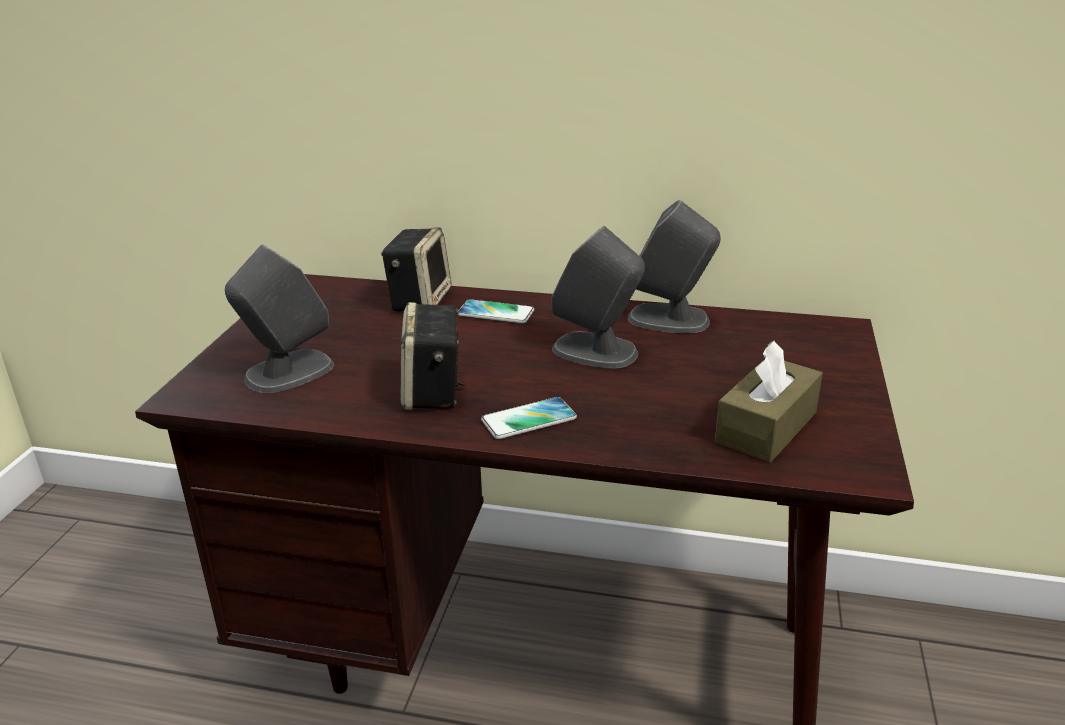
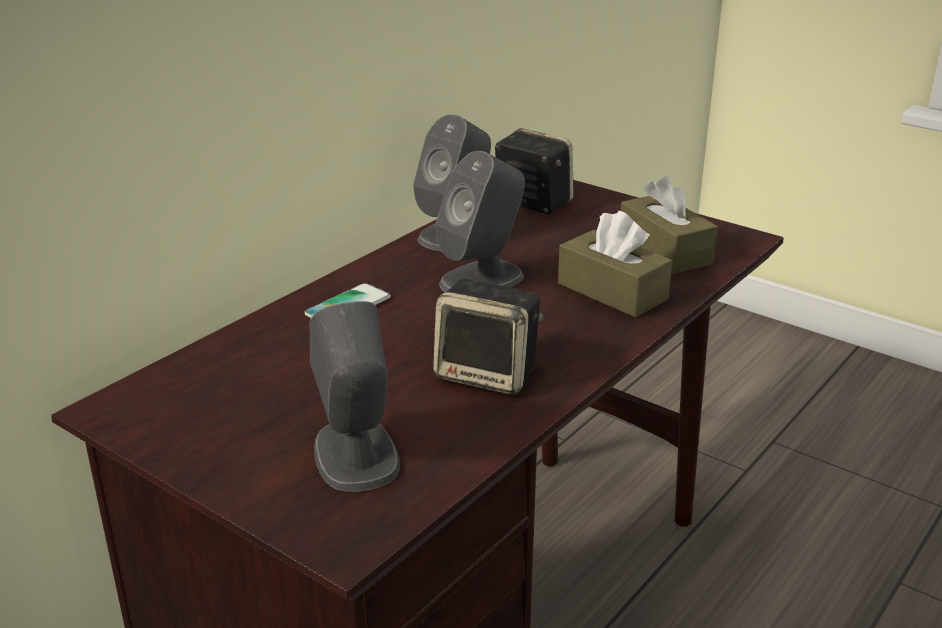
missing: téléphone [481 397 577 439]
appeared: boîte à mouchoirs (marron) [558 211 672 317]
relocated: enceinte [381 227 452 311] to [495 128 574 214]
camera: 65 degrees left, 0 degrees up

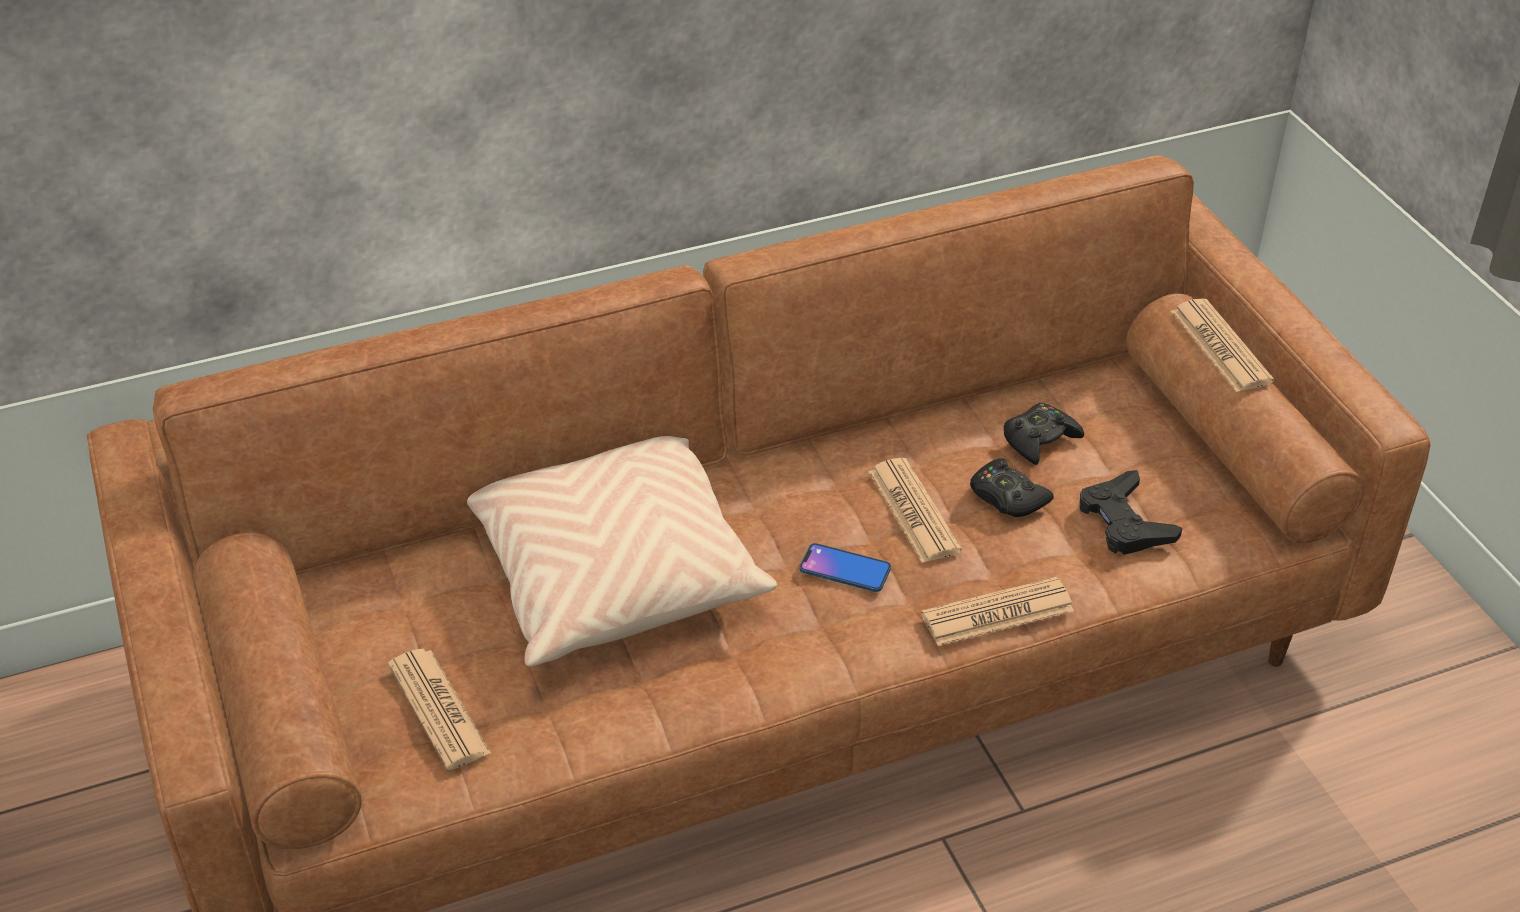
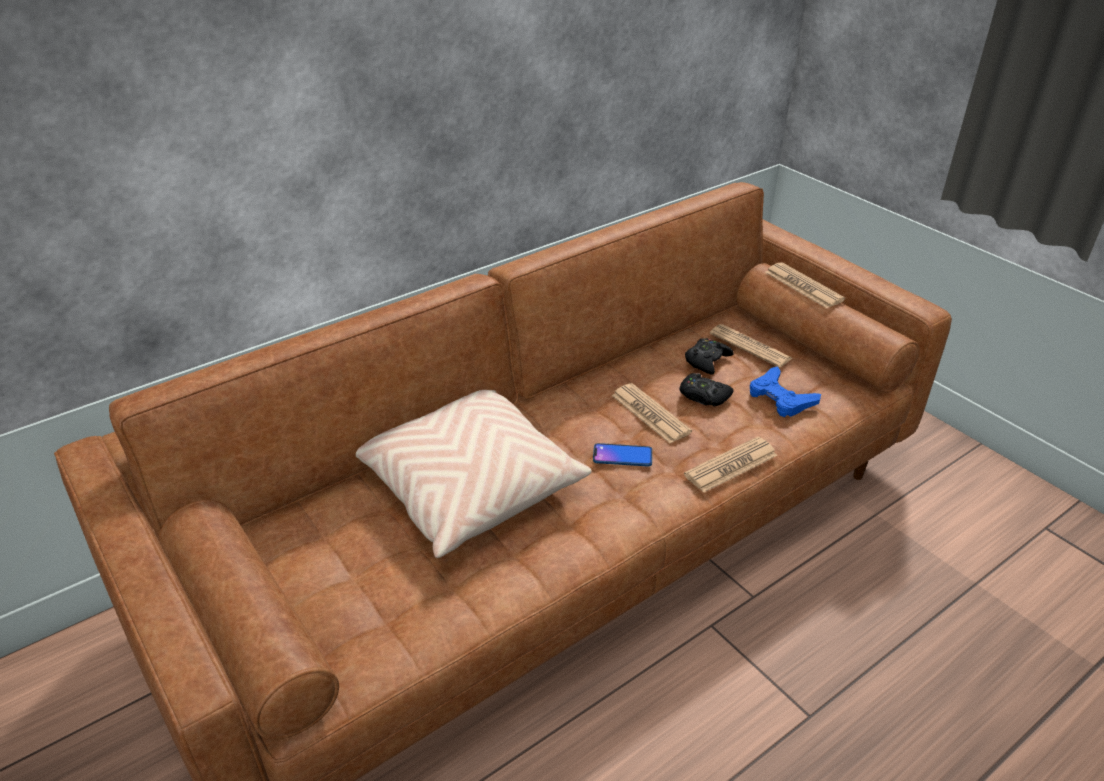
relocated: journal [388 649 491 770] to [710 324 793 368]
colour: manette (noir) [1079 470 1182 555] to manette (bleu) [750 366 821 417]
camera: 15 degrees left, 5 degrees down

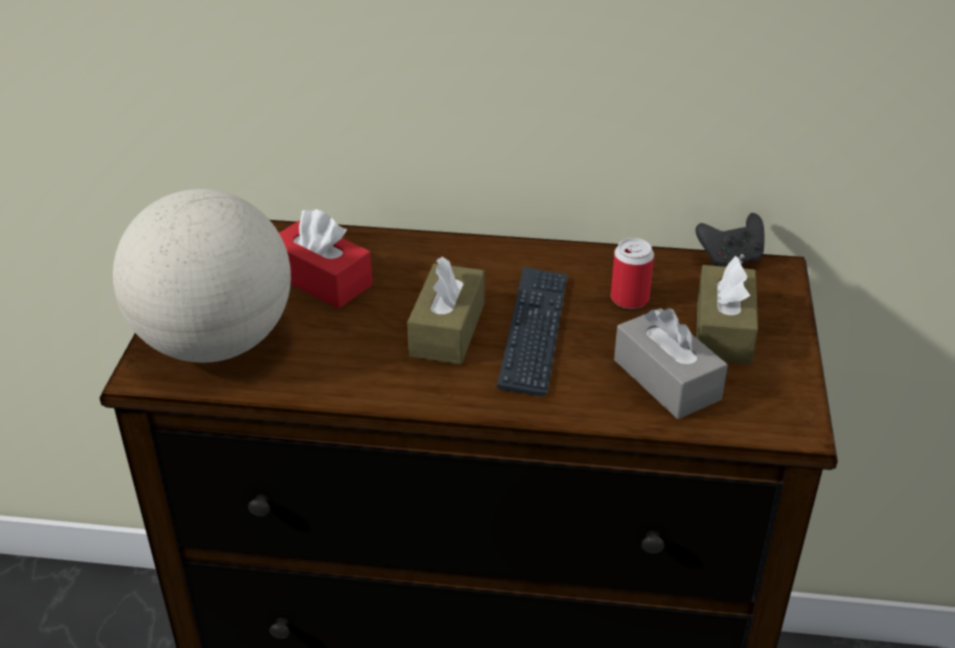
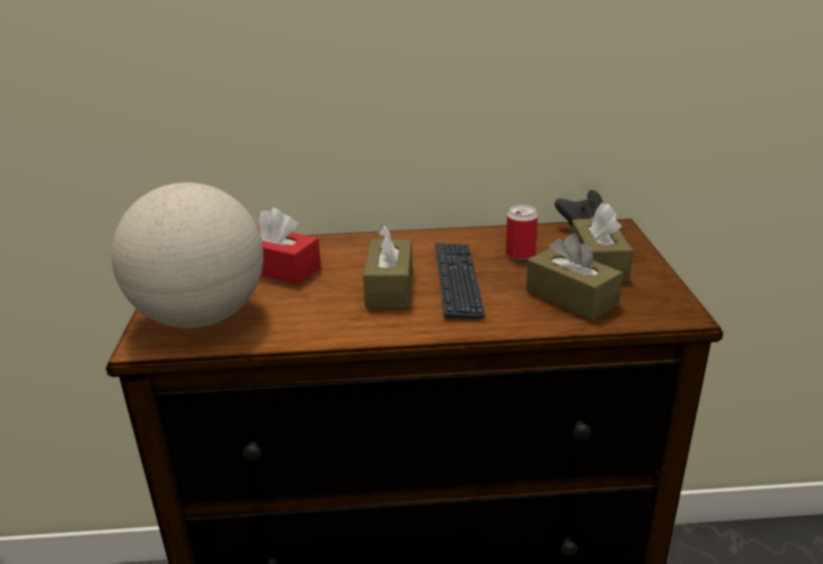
colour: boîte à mouchoirs (gris) [614 308 728 419] to boîte à mouchoirs (marron) [526 234 623 320]
camera: 10 degrees left, 10 degrees down

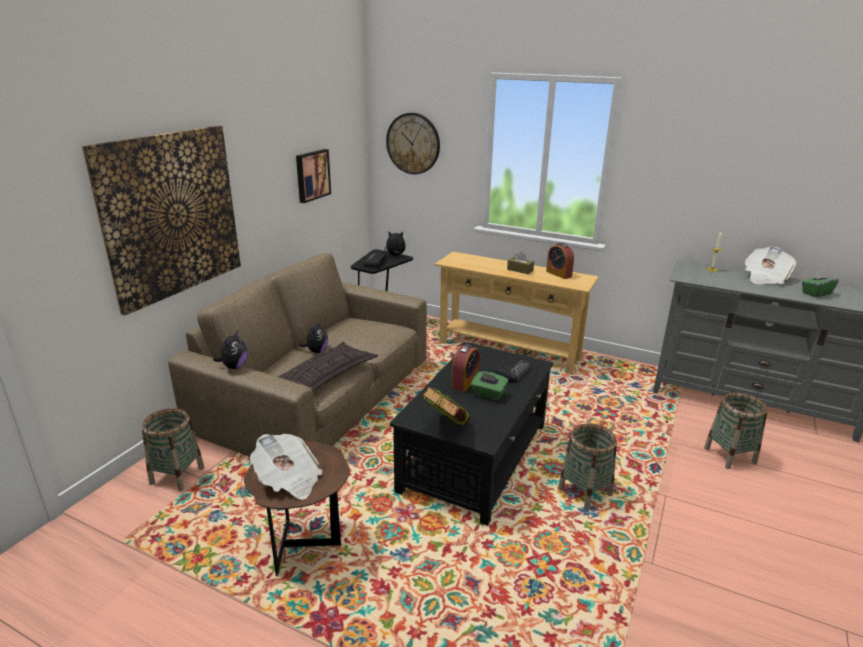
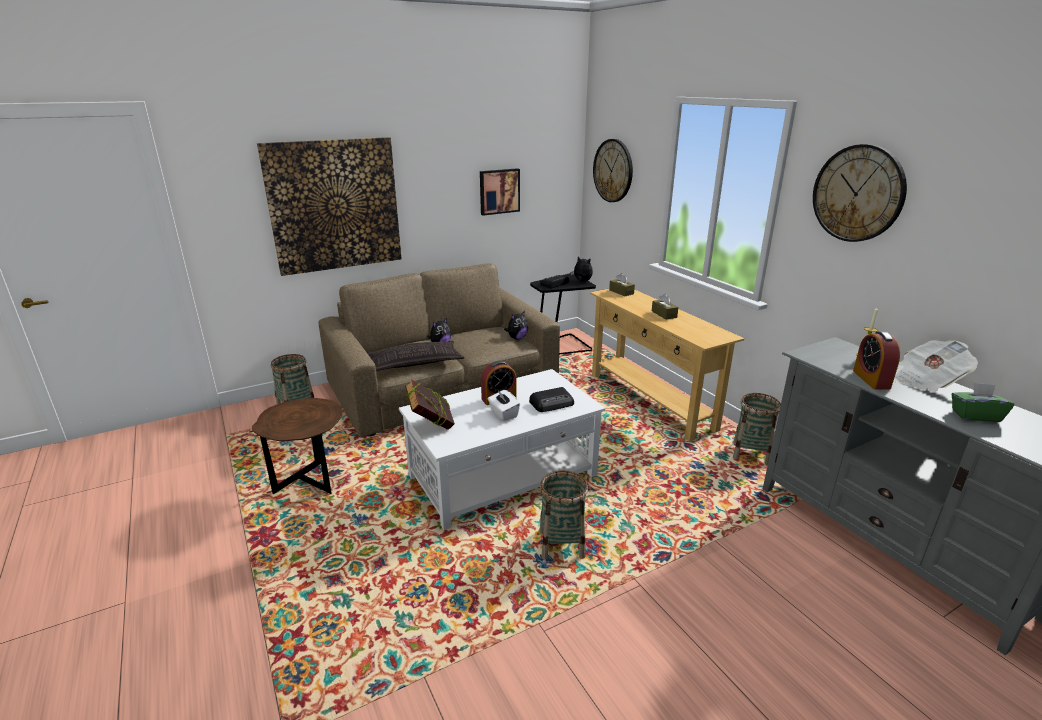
missing: journal [250 434 323 500]
appeared: boîte à mouchoirs (marron) [609 273 635 296]; horloge murale [813 144 907 242]
relocated: peluche [213 330 247 369] to [504 311 528 340]; panier [704 392 767 469] to [733 393 781 466]; réveil [546 243 574 279] to [853 332 900 389]
colour: table basse (noir) [390 343 554 526] to table basse (blanc) [399 369 605 530]; boîte à mouchoirs (vert) [471 371 508 401] to boîte à mouchoirs (blanc) [488 390 520 421]
camera: 35 degrees right, 0 degrees up

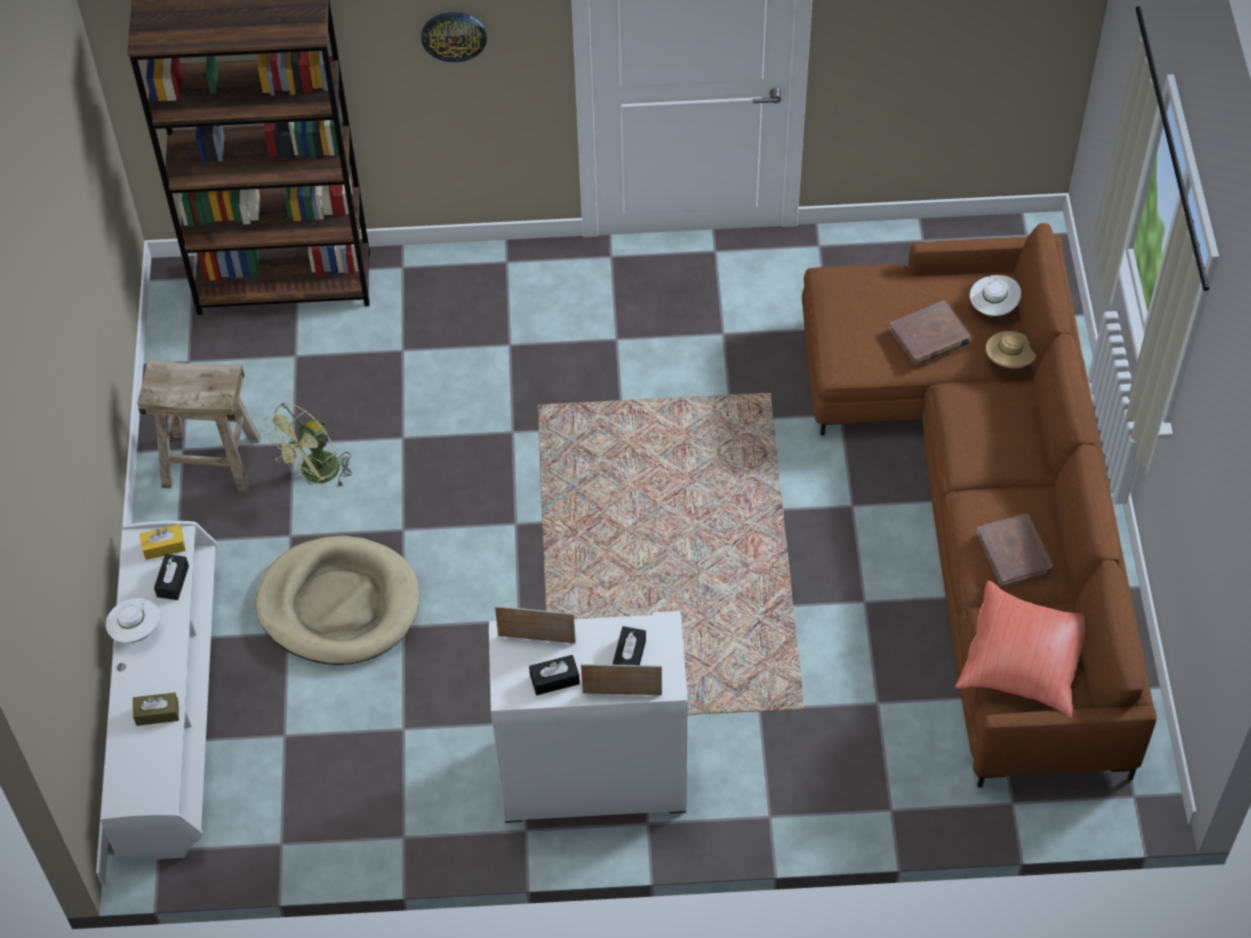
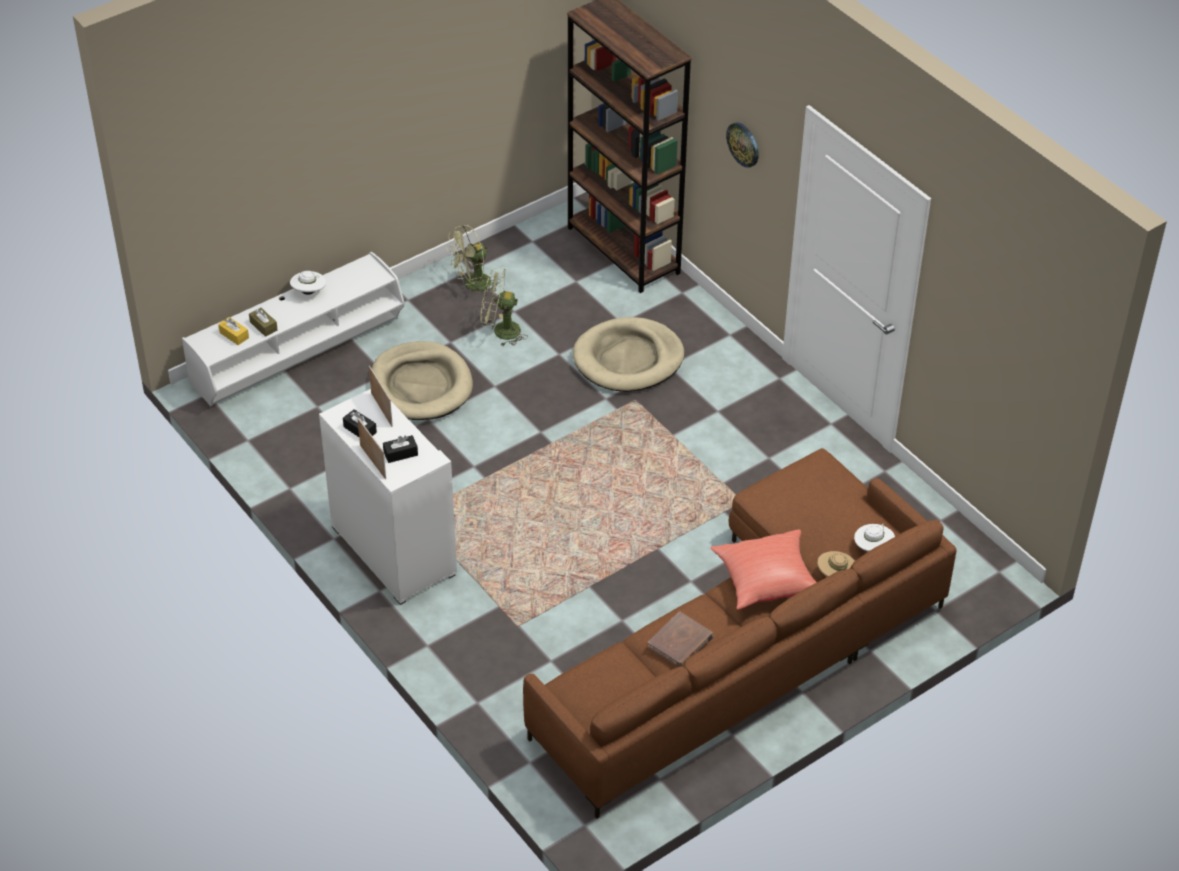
missing: boîte à mouchoirs (noir) [154 554 189 600]; livre (marron) [889 300 971 365]
appeared: panier pour chien (beige) [573 317 684 392]
relocated: boîte à mouchoirs (jaune) [139 524 186 560] to [218 317 249 345]; coussin (rouge) [955 581 1085 718] to [711 530 817 610]
exchanged: tabouret (beige) [137 359 261 493] to ventilateur (vert) [446 224 500 296]
camera: 55 degrees right, 10 degrees down

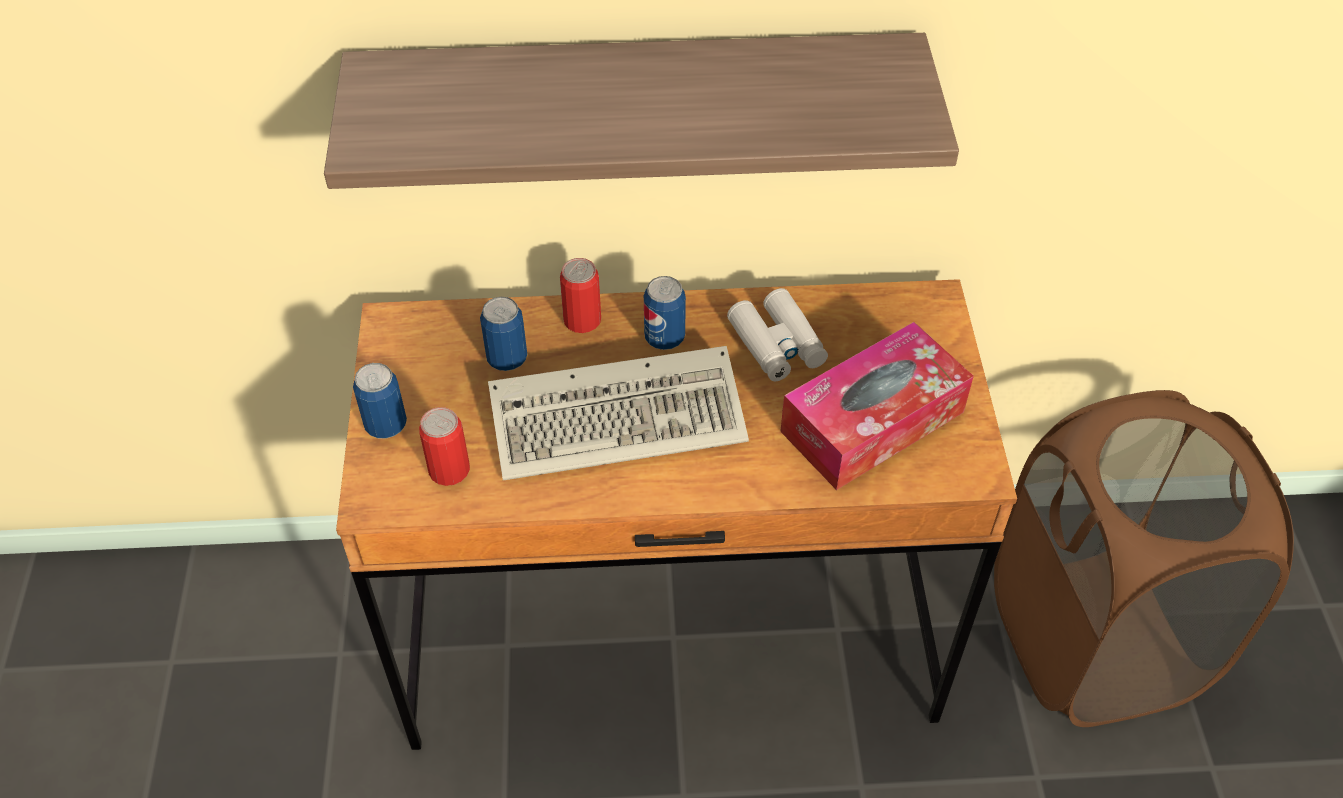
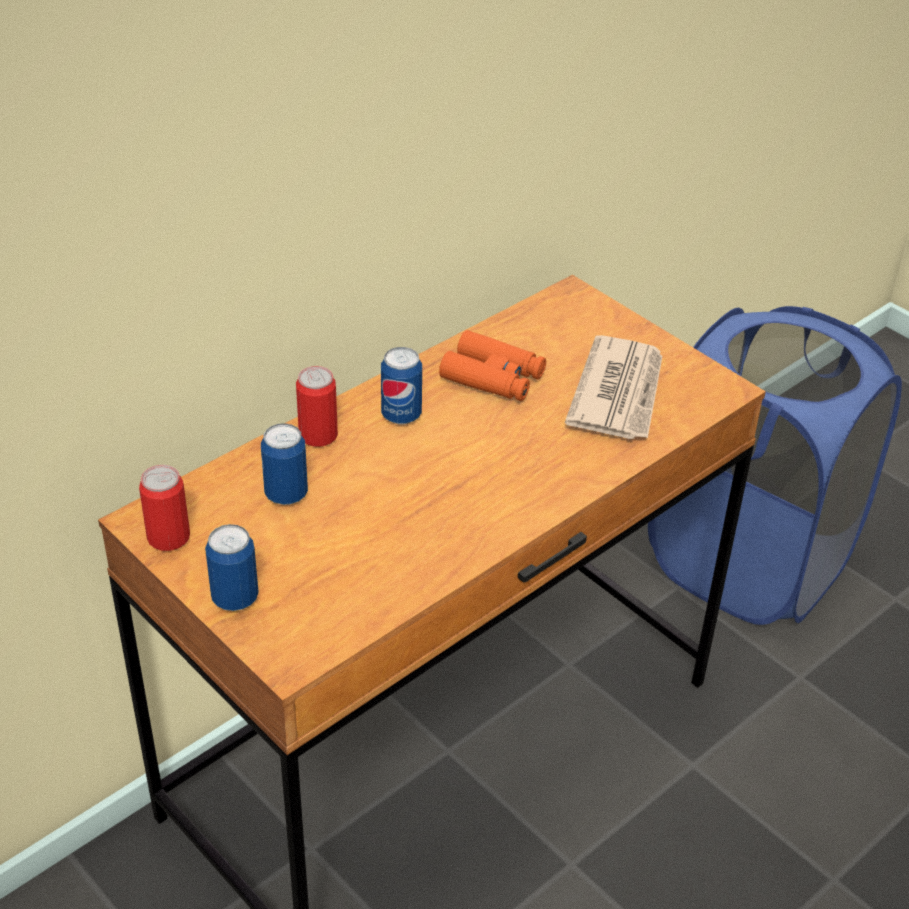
missing: étagère [324 33 959 189]; clavier [488 346 749 480]
relocated: boîte métallique [419 407 470 486] to [139 465 190 551]
exchanged: boîte à mouchoirs [780 322 974 490] to journal [565 335 662 439]
colour: jumelles (blanc) [727 288 828 381] to jumelles (orange) [439 330 546 401]; panier à linge (marron) [994 390 1294 727] to panier à linge (bleu) [648 306 902 625]
camera: 40 degrees left, 10 degrees down

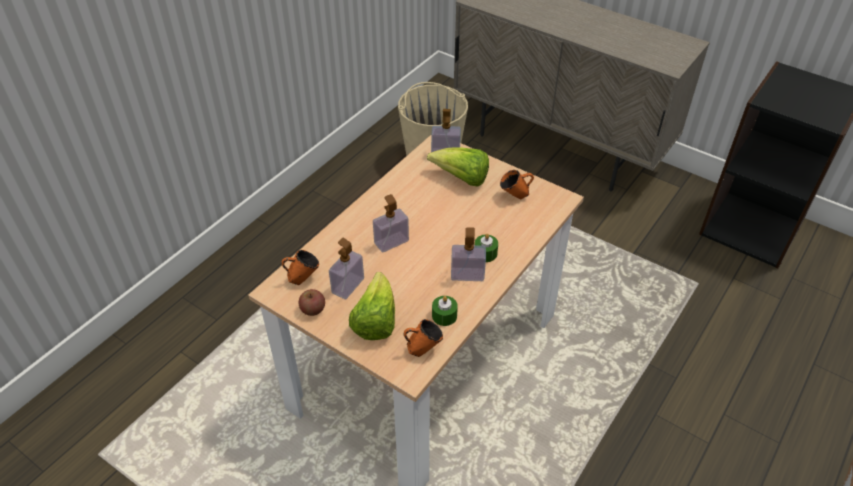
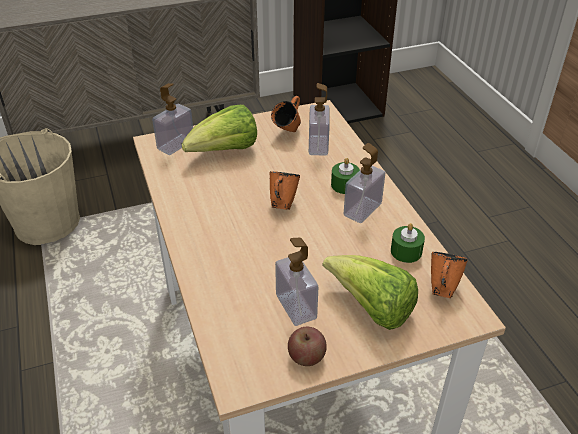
relocated: mug (orange) [281 250 319 285] to [269 171 300 210]; distributeur de savon [373 194 409 253] to [309 83 330 156]
camera: 55 degrees left, 5 degrees down

